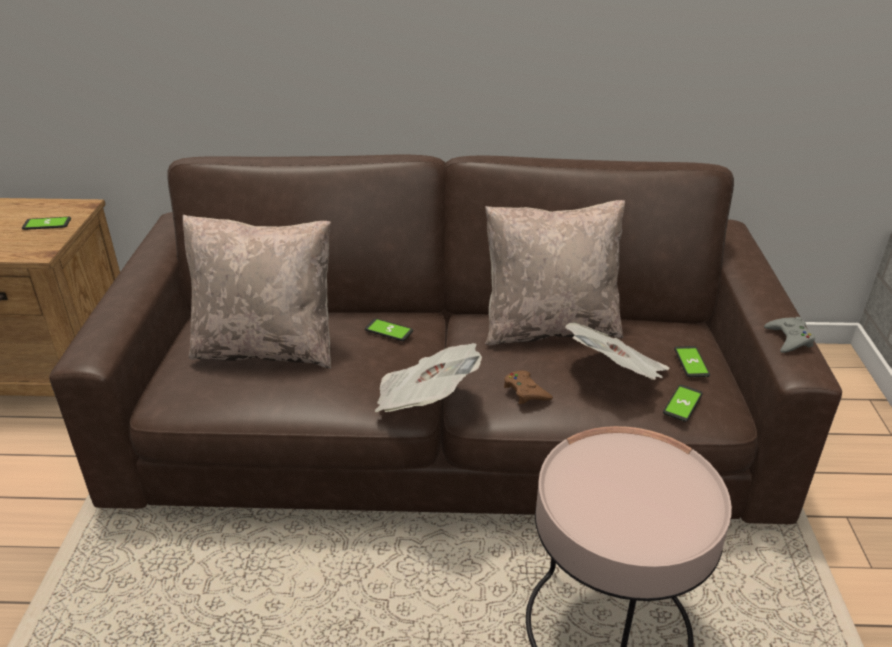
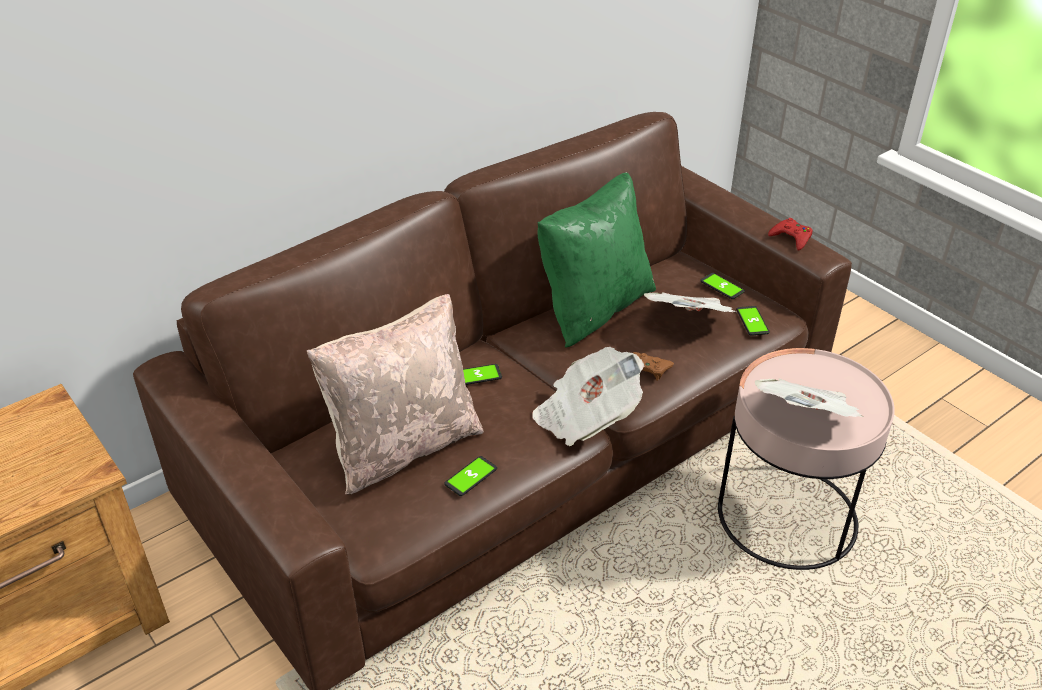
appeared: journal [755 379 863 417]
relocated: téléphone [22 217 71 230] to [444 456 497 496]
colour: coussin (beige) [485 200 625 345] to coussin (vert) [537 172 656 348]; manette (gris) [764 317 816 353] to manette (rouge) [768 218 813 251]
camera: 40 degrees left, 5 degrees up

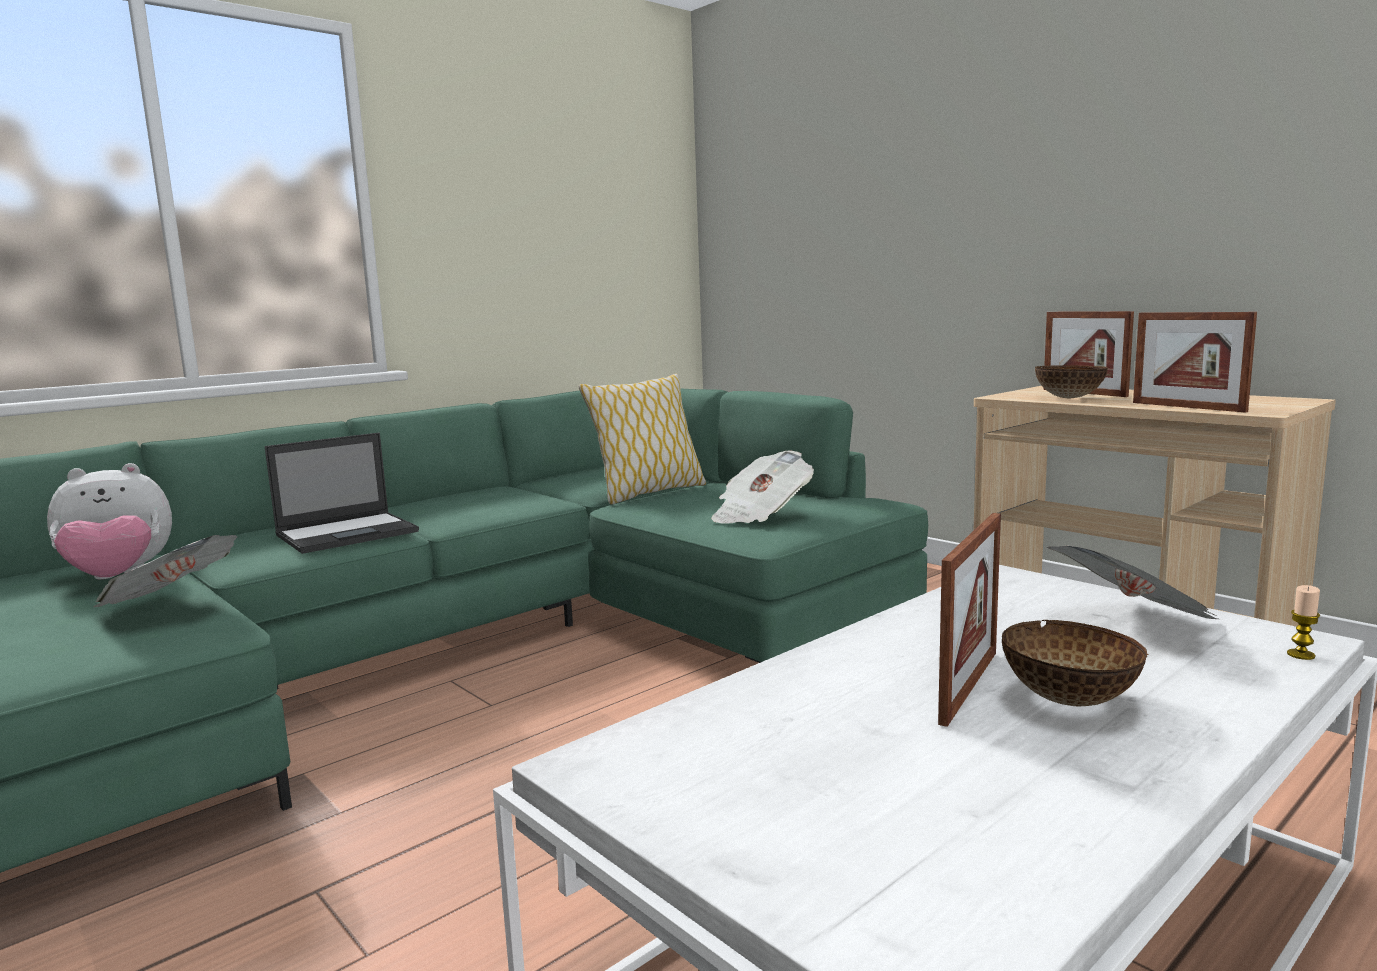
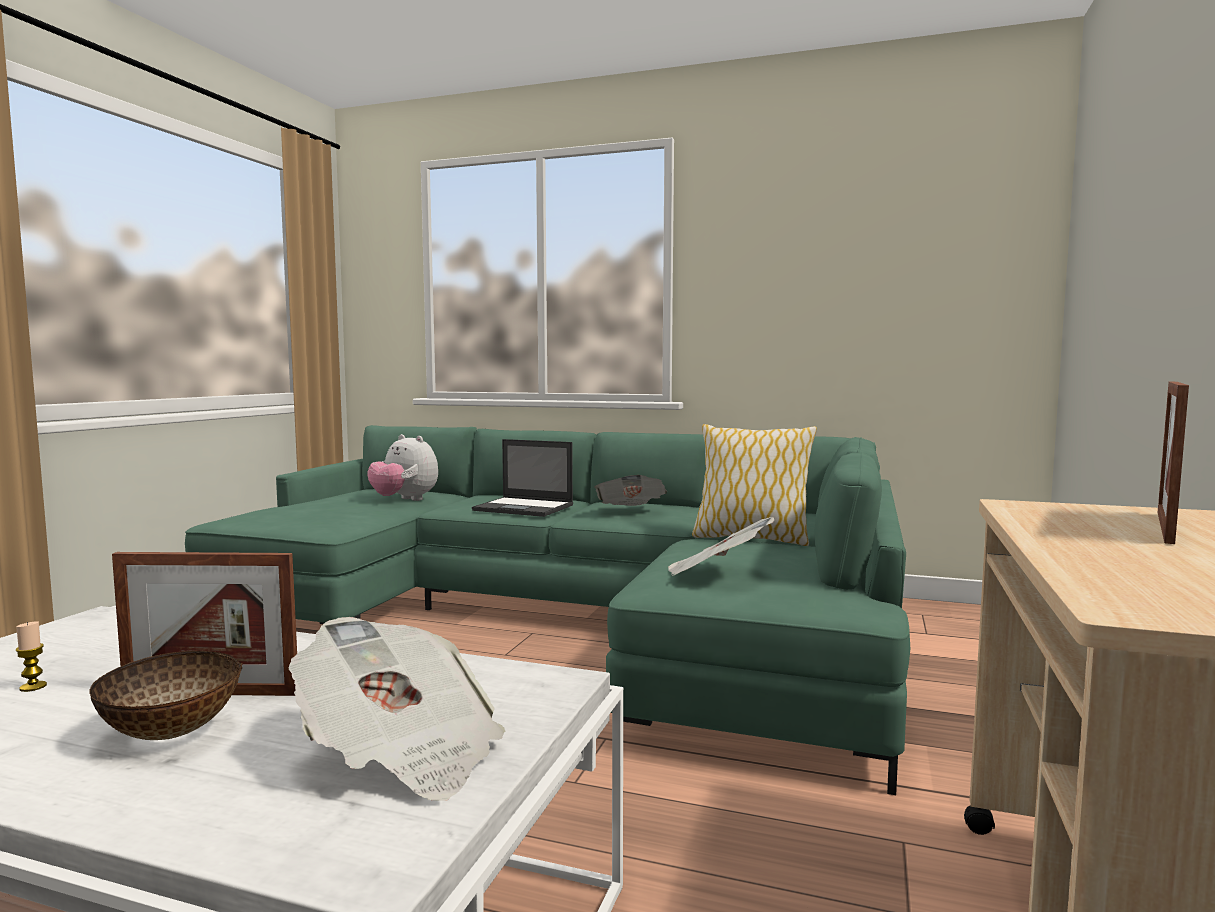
missing: bol [1035 365 1108 398]; cadre photo [1133 312 1257 412]
relocated: bougie [1287 585 1320 660] to [16 621 47 692]; journal [94 535 237 607] to [595 475 667 506]
camera: 60 degrees right, 5 degrees down

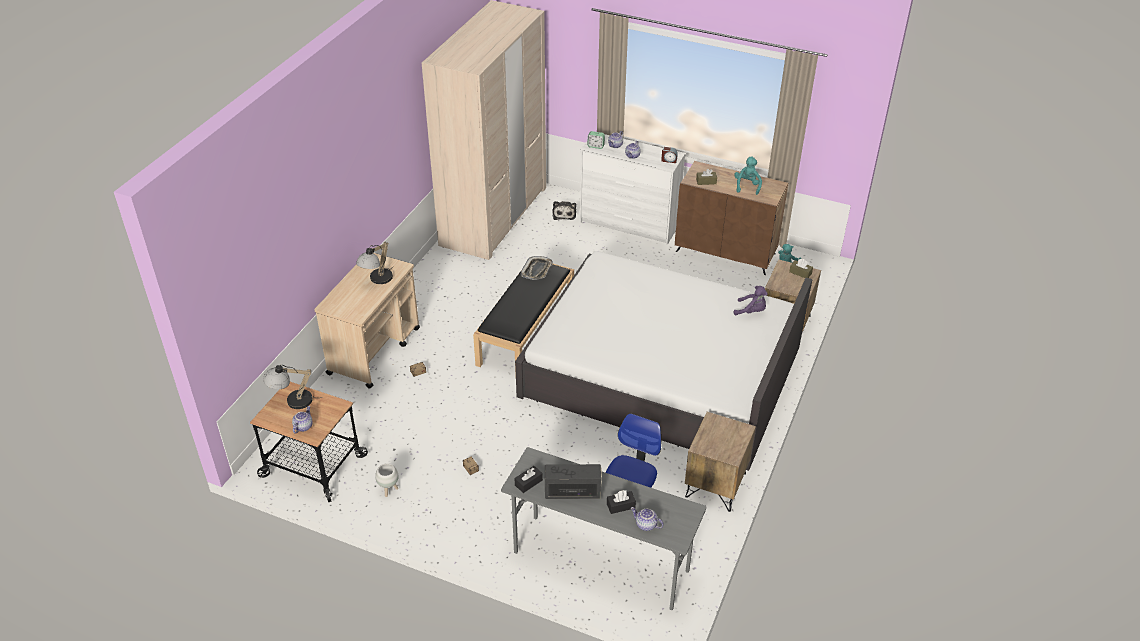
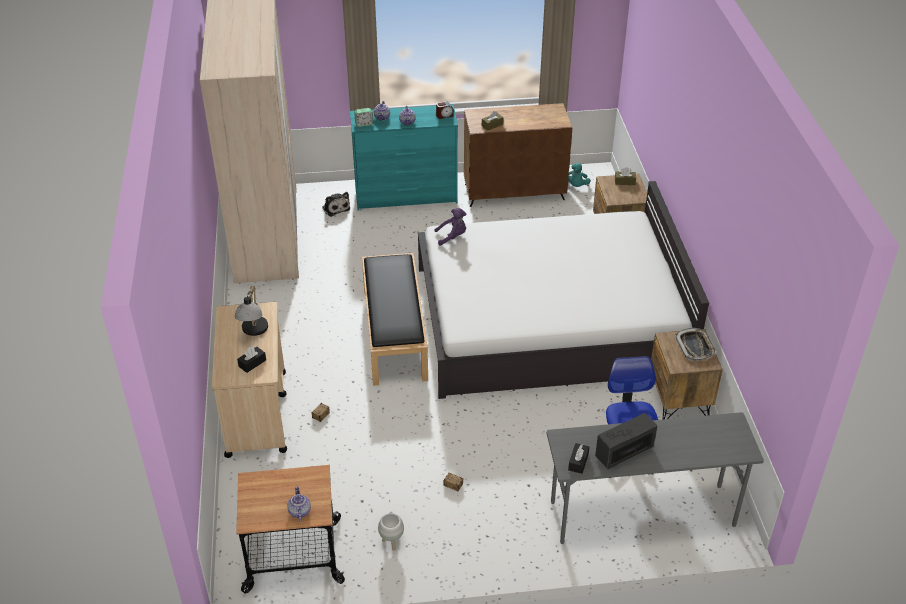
missing: lampe de table [263 365 322 409]; théière [631 507 664 531]; peluche (turquoise) [734 157 762 195]
relocated: boîte à mouchoirs (noir) [607 490 636 514] to [237 346 266 373]; peluche (violet) [734 286 768 315] to [435 208 466 246]; plateau [521 256 553 280] to [675 328 716 361]
colour: commode (blanc) [580 134 686 245] to commode (turquoise) [350 104 458 210]
camera: 30 degrees left, 0 degrees up

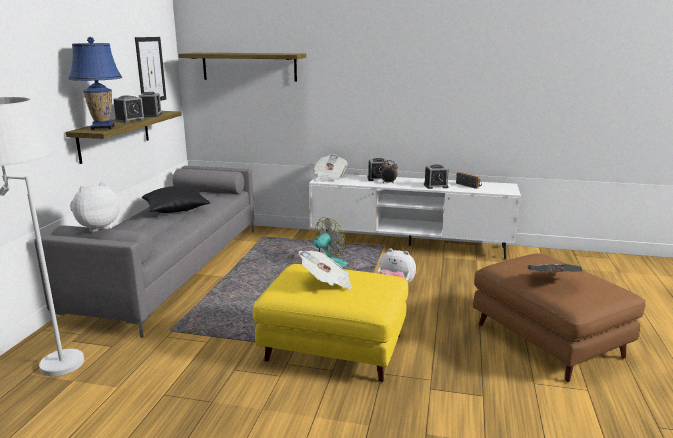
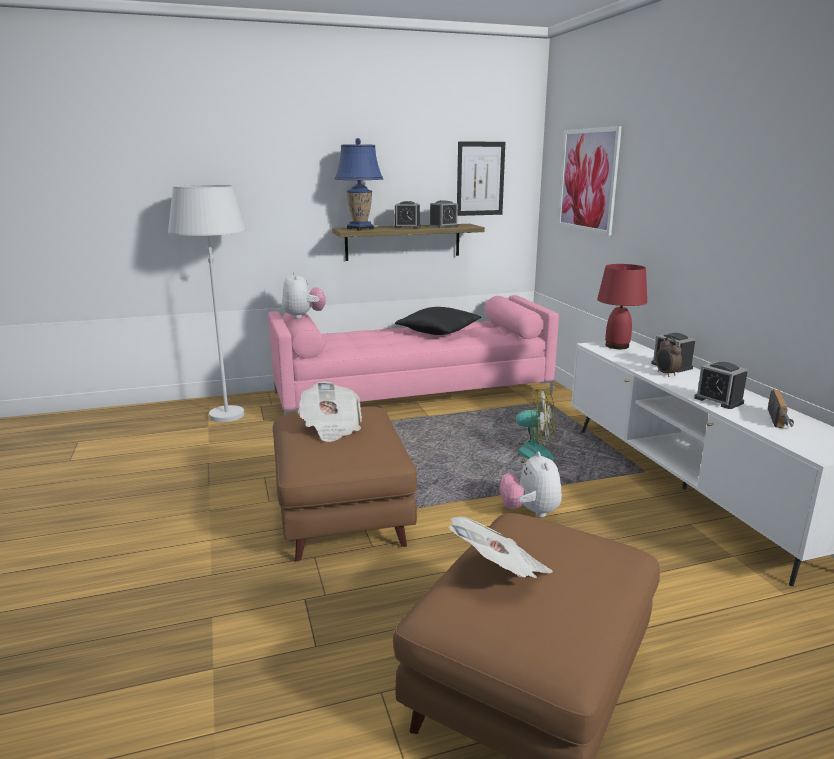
exchanged: étagère [179 53 306 82] to tableau [558 126 622 236]; journal [314 154 348 182] to lampe de table (rouge) [597 264 647 349]
colour: canapé (gris) [34 166 254 338] to canapé (rose) [268 295 559 415]; pouf (jaune) [253 264 408 382] to pouf (marron) [273 407 417 562]
spun: peluche [70 182 120 232] = [282 272 326 319] 60 degrees clockwise
camera: 60 degrees right, 0 degrees up

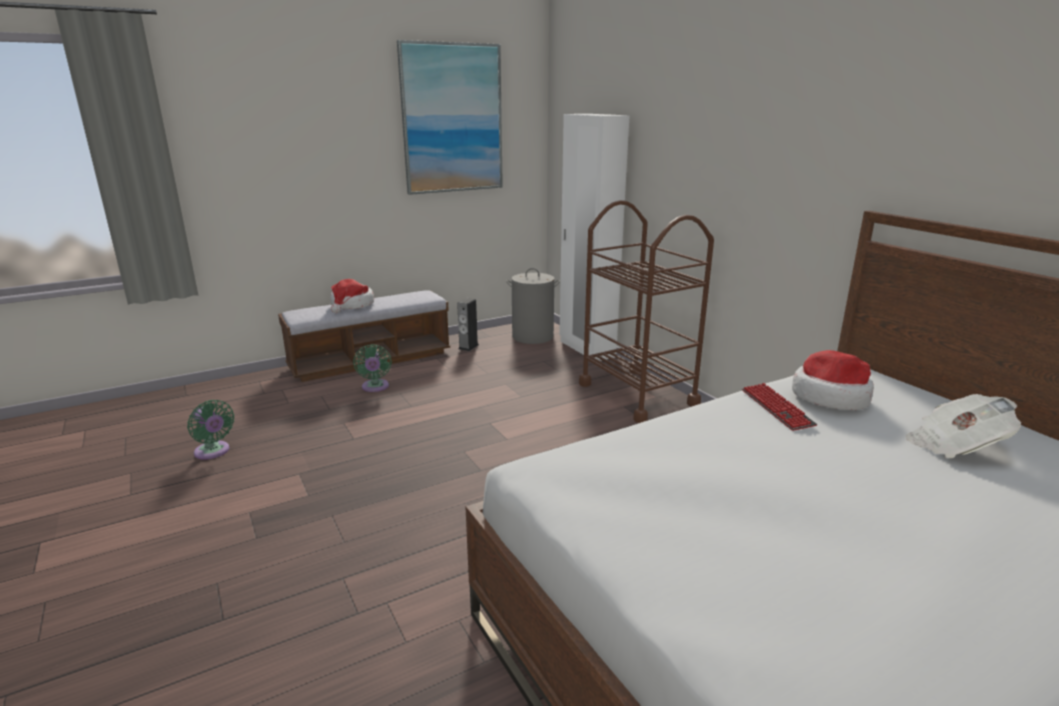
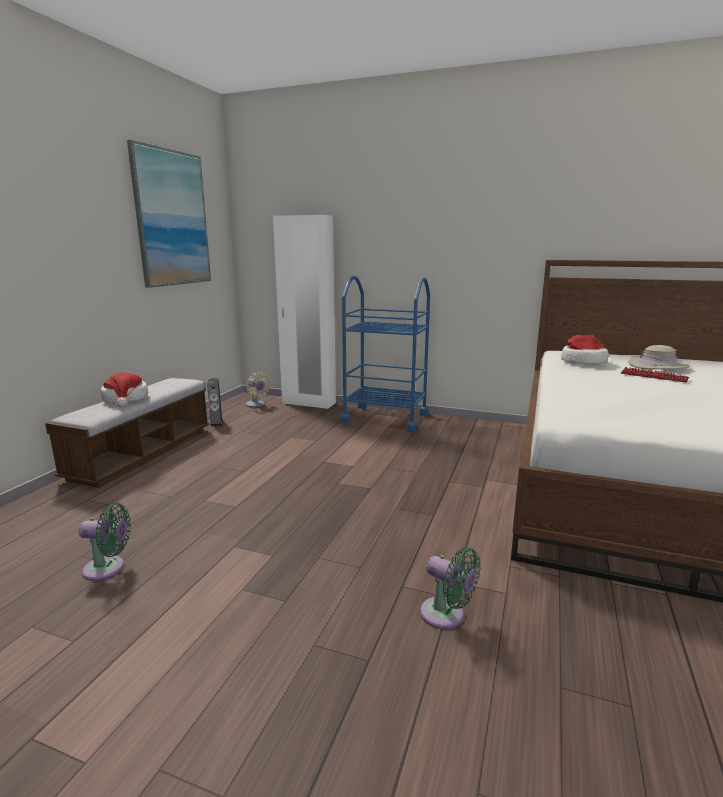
relocated: ventilateur (vert) [353 344 392 392] to [420 548 481 629]; clavier [742 383 818 431] to [621 367 689 383]
exchanged: panier à linge (gris) [506 268 560 344] to ventilateur (beige) [246 372 270 408]; journal [906 394 1021 458] to chapeau (beige) [628 345 690 370]
colour: chariot (marron) [579 200 714 423] to chariot (bleu) [341 276 430 432]
camera: 40 degrees left, 5 degrees down

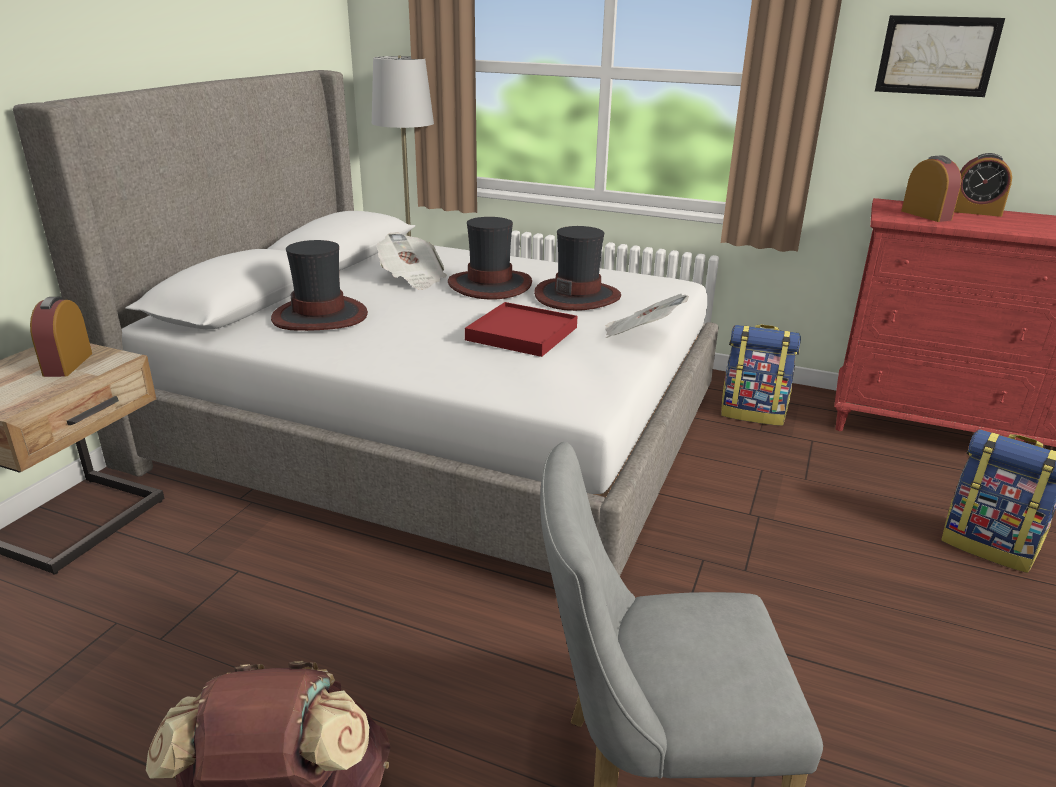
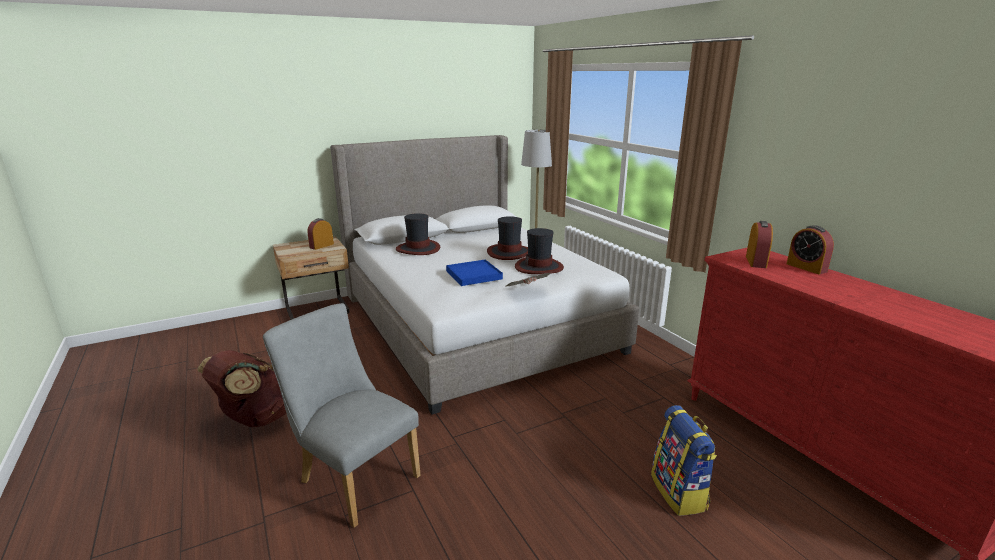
missing: journal [376 232 447 290]; sac à dos [721 324 801 426]; tableau [875 15 1005 97]
colour: plateau (rouge) [465 302 577 357] to plateau (bleu) [446 259 503 286]
camera: 40 degrees right, 5 degrees down

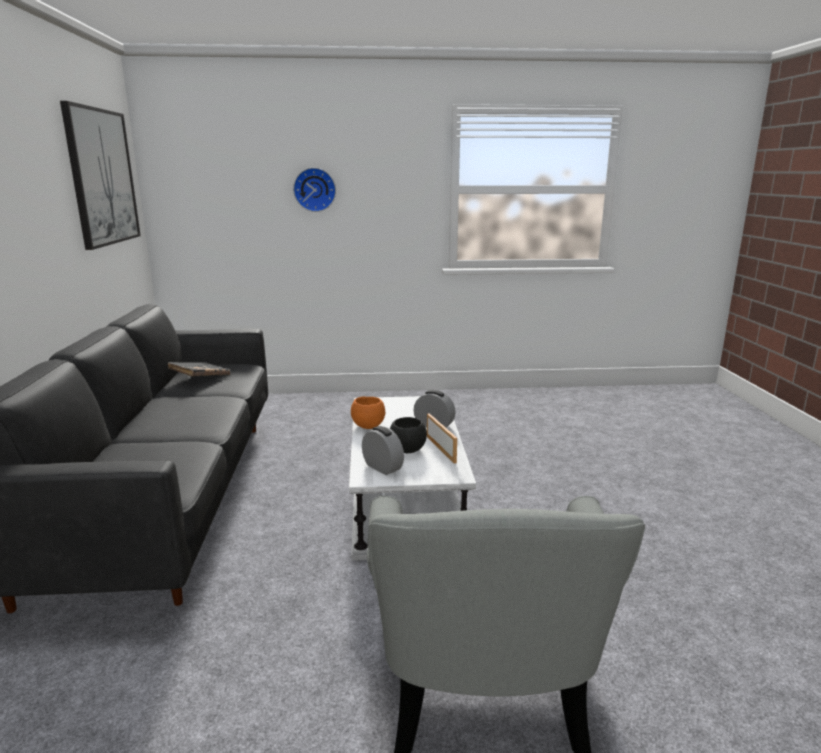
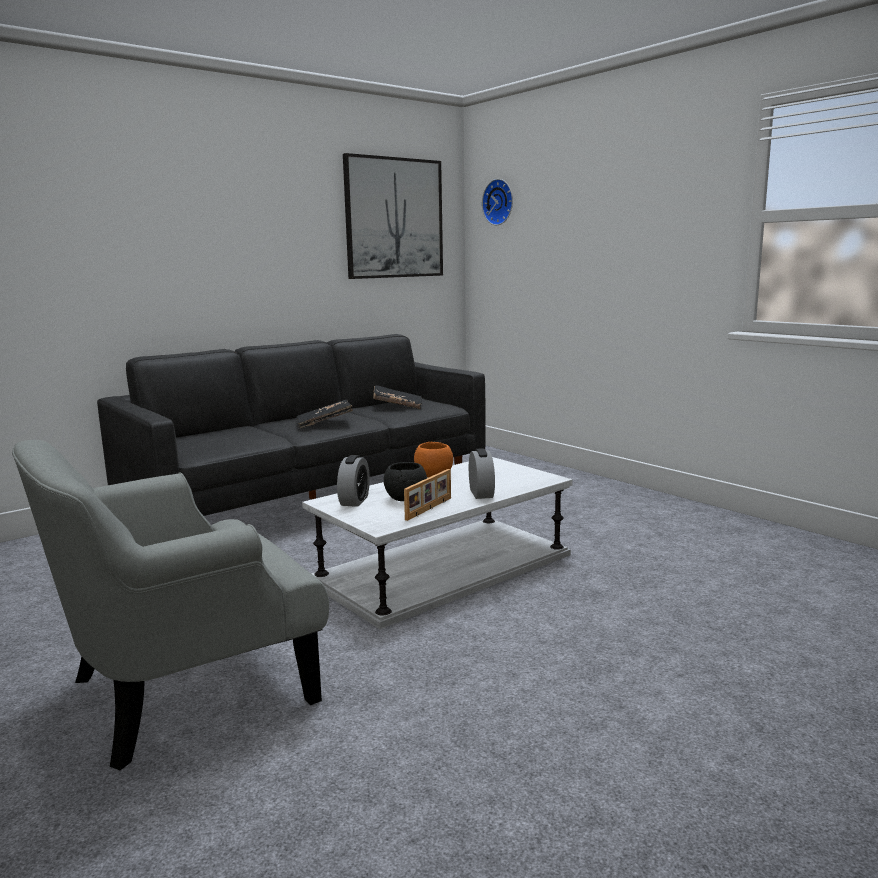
appeared: livre (noir) [297 400 353 428]
relocated: horloge murale [293 168 336 212] to [482 179 513 225]
camera: 55 degrees right, 5 degrees down

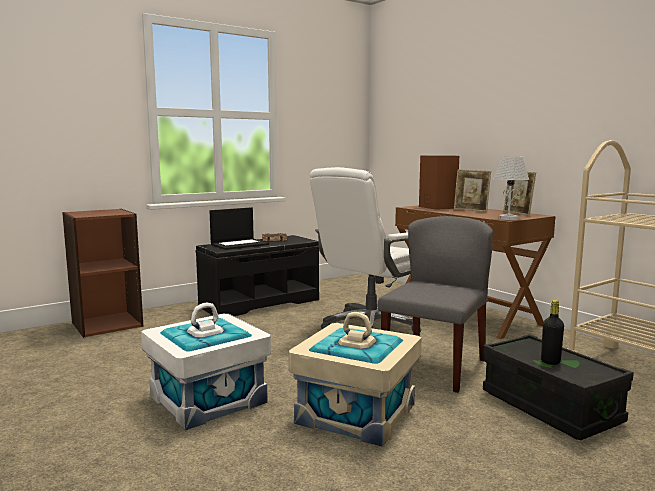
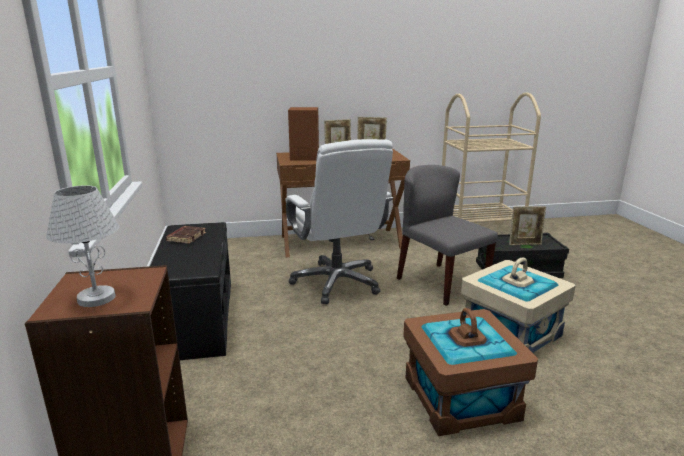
missing: ordinateur portable [209 207 269 250]
relocated: lampe de table (blanc) [493 157 529 220] to [46 185 119 307]
exchanged: bouteille (noir) [541 300 564 365] to cadre photo [509 206 546 245]
colour: boîte de rangement (blanc) [141 303 271 430] to boîte de rangement (marron) [403 308 538 436]
camera: 65 degrees left, 10 degrees up

